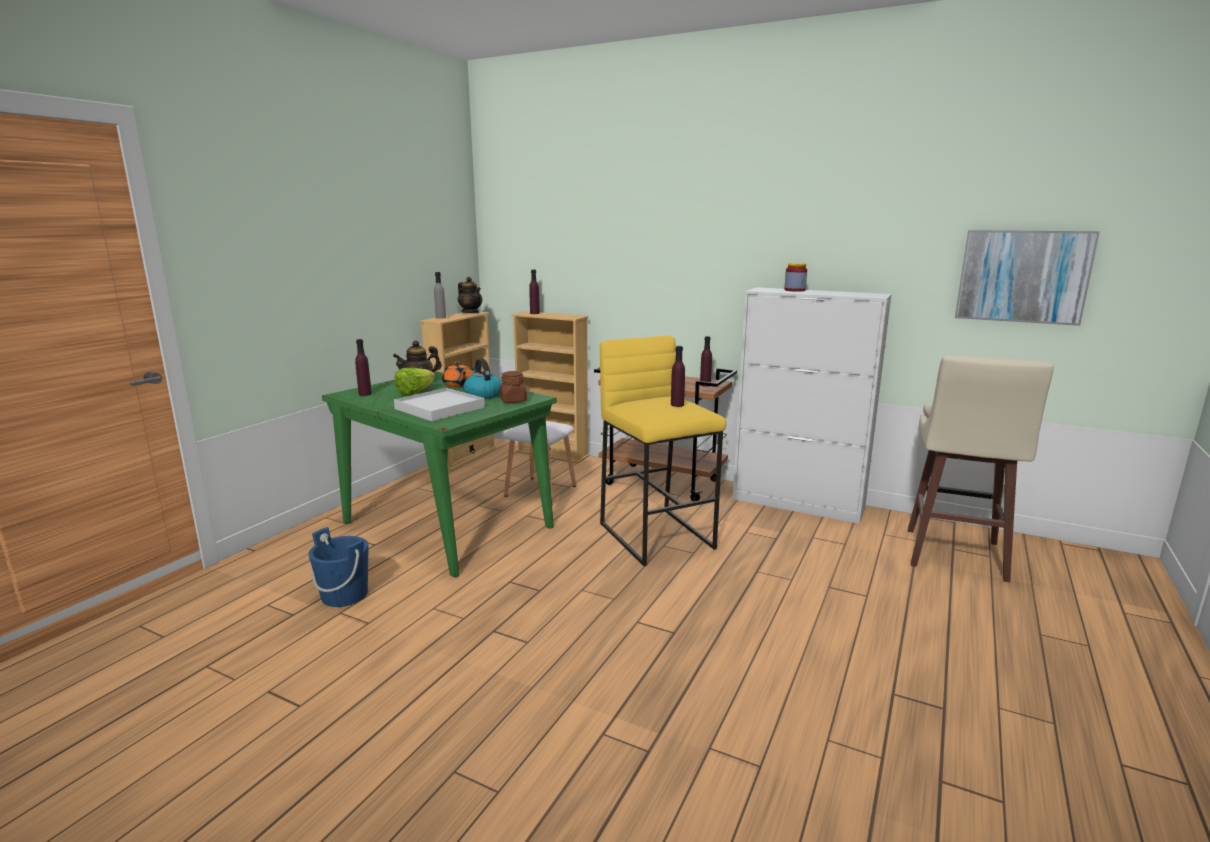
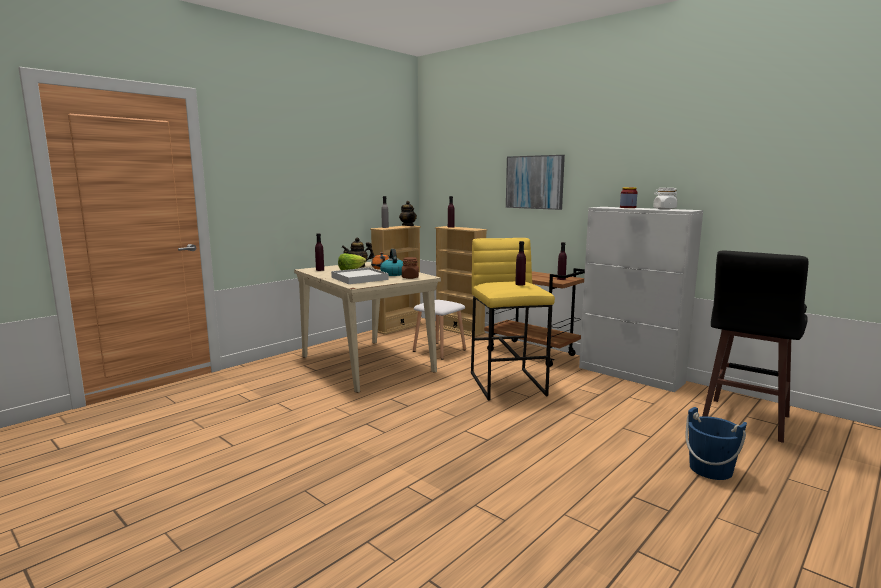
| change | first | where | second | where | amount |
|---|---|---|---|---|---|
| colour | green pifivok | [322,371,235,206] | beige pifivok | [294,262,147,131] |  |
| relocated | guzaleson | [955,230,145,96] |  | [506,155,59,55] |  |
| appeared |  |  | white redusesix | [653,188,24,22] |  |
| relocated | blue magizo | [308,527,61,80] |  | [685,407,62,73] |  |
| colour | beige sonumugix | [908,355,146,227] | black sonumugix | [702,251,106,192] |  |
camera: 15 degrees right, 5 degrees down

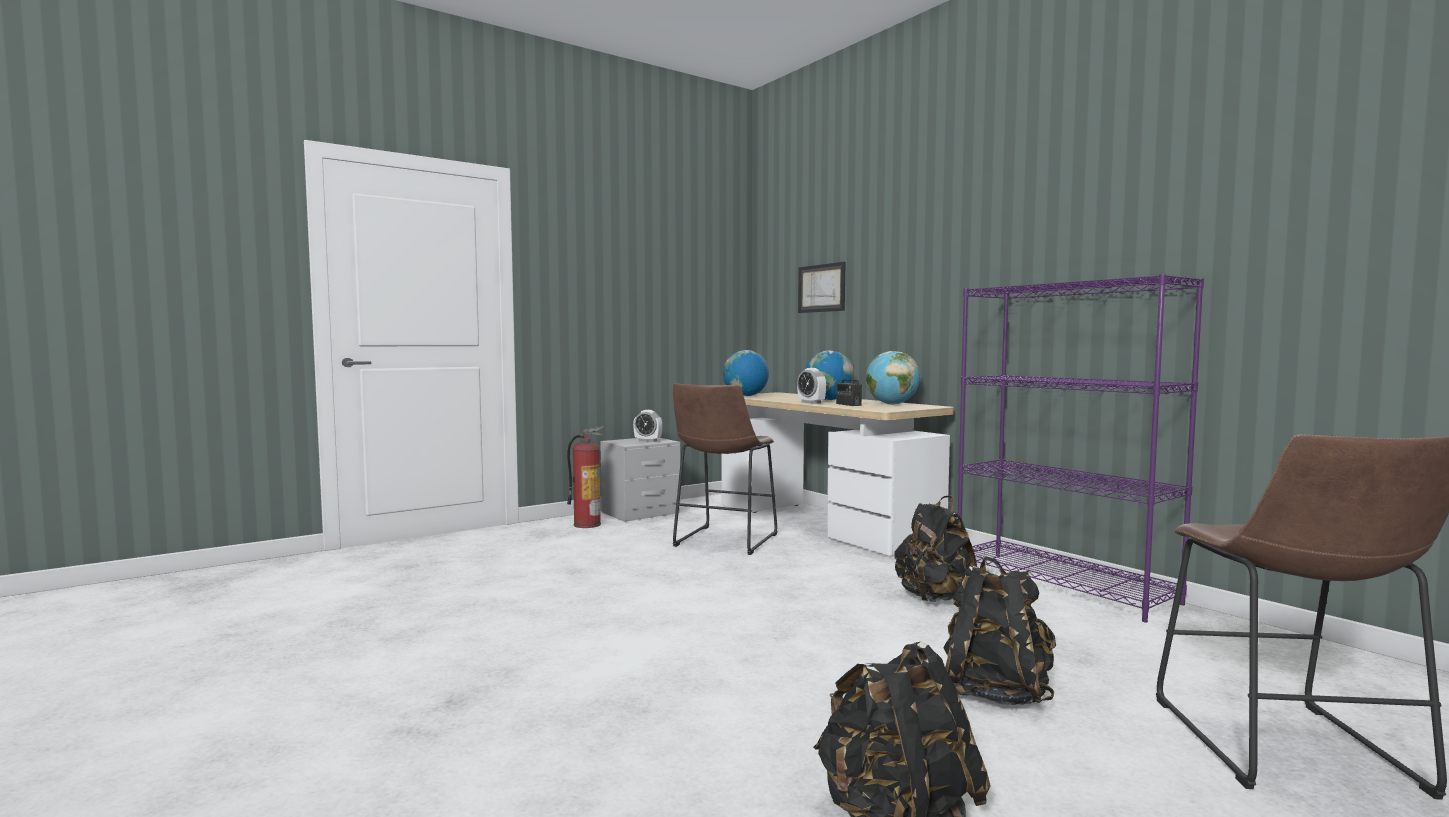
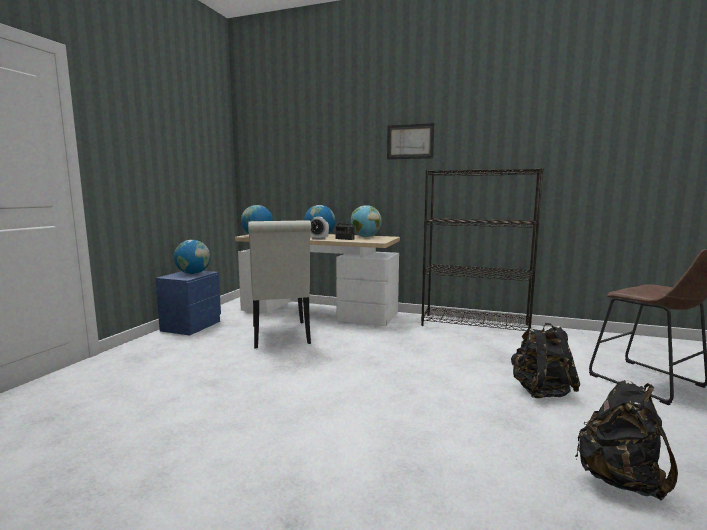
| change | first | where | second | where | amount |
|---|---|---|---|---|---|
| colour | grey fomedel | [600,438,81,84] | blue fomedel | [155,271,66,64] |  |
| exchanged | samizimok | [633,410,29,32] | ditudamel | [174,240,37,34] |  |
| exchanged | brown sonumugix | [673,384,104,171] | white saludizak | [248,220,63,128] |  |
| relocated | guzaleson | [798,262,48,51] |  | [387,123,47,36] |  |
| colour | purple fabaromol | [958,274,246,349] | black fabaromol | [421,168,123,163] |  |
| missing | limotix | [567,426,37,102] |  |  |  |
| missing | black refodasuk | [894,496,83,106] |  |  |  |
camera: 35 degrees left, 5 degrees up

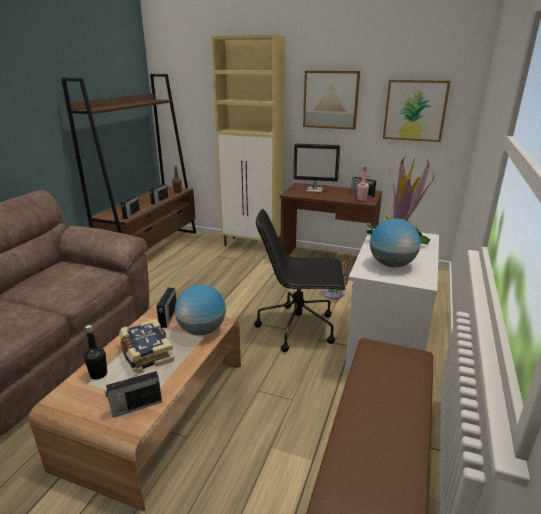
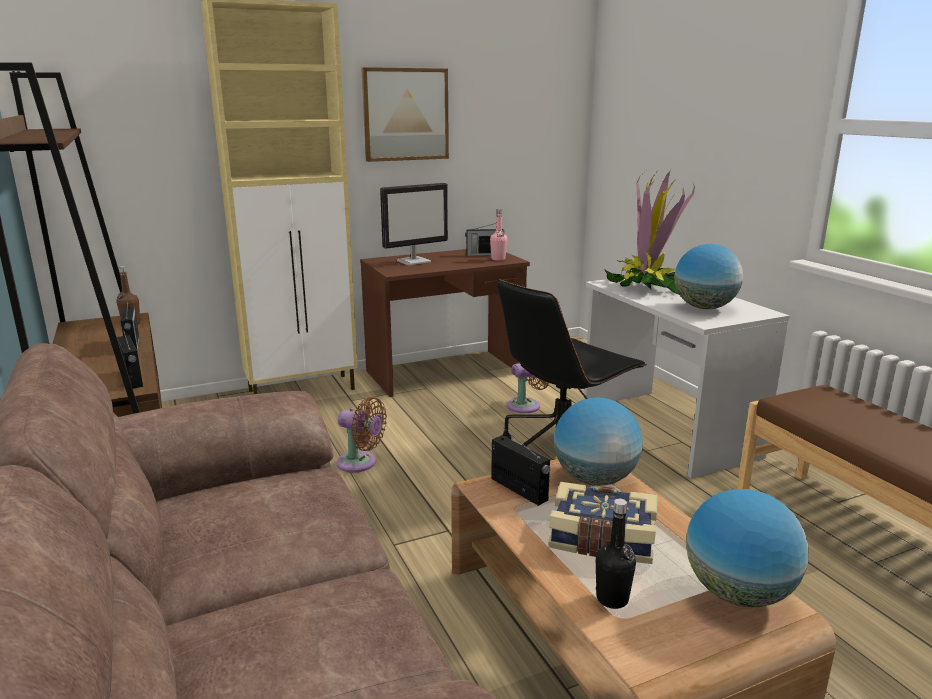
| change | first | where | second | where | amount |
|---|---|---|---|---|---|
| appeared |  |  | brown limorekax | [337,397,50,75] |  |
| exchanged | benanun | [105,371,57,47] | ditudamel | [686,489,122,118] |  |
| missing | guzaleson | [383,80,67,62] |  |  |  |
camera: 45 degrees left, 5 degrees down

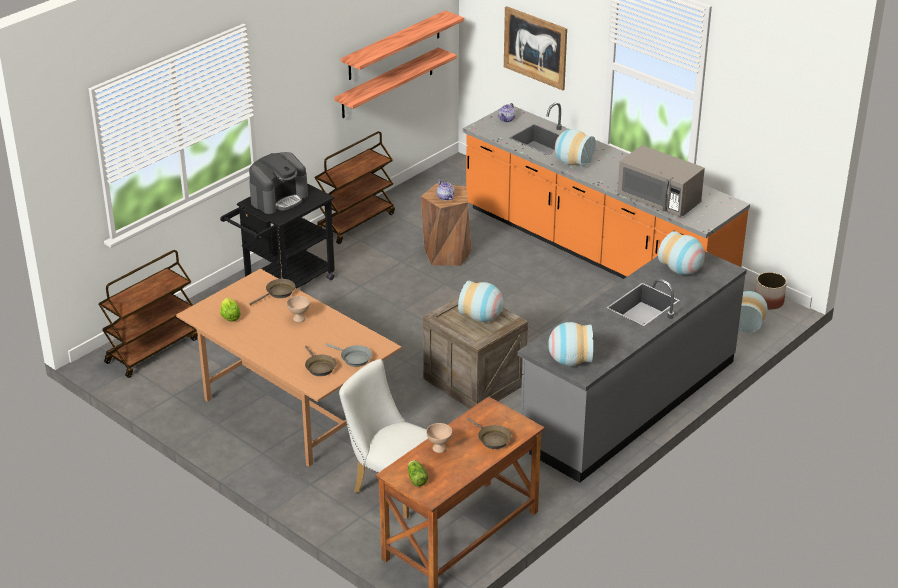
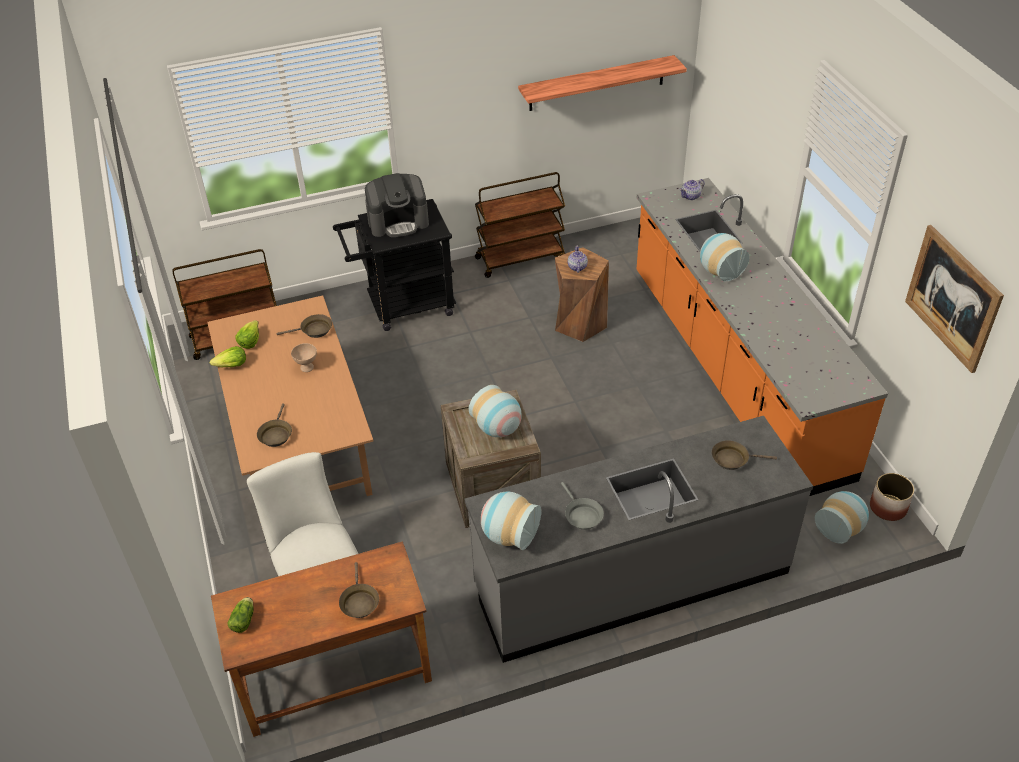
| change | first | where | second | where | amount |
|---|---|---|---|---|---|
| appeared |  |  | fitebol | [210,346,36,21] |  |
| relocated | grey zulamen | [326,343,46,24] |  | [561,482,43,48] |  |
| exchanged | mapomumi | [658,231,47,44] | brown zulamen | [712,441,65,29] |  |
| relocated | guzaleson | [504,6,63,85] |  | [905,225,99,148] |  |
| missing | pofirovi | [334,48,123,70] |  |  |  |
| missing | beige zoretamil | [426,423,26,30] |  |  |  |
| missing | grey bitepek | [617,145,88,72] |  |  |  |
camera: 30 degrees right, 10 degrees up

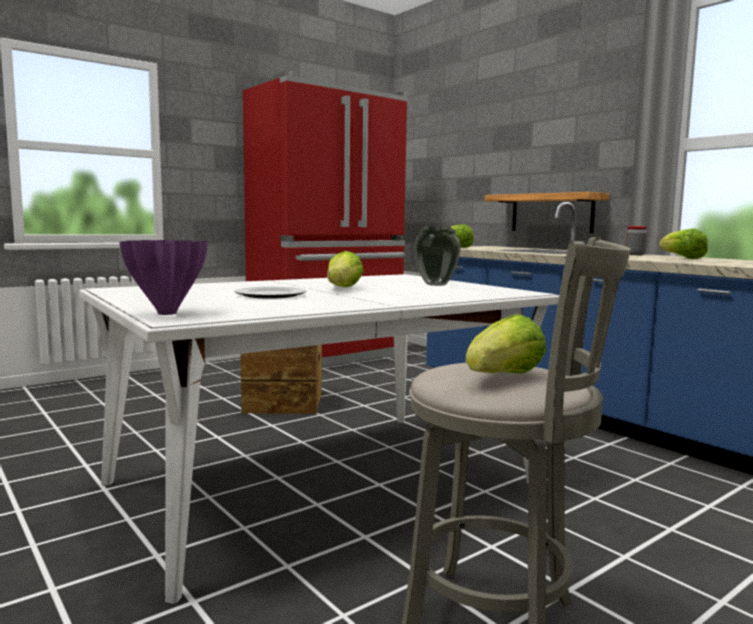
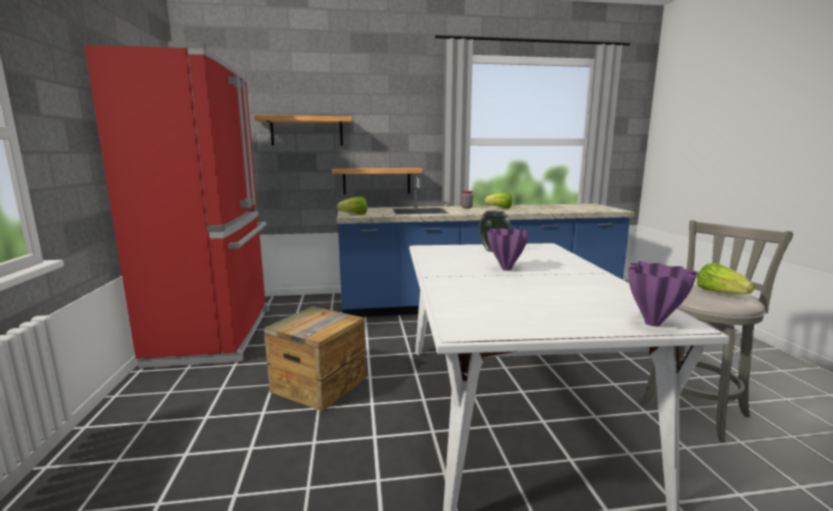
| change | first | where | second | where | amount |
|---|---|---|---|---|---|
| appeared |  |  | pofirovi | [254,115,98,30] |  |
| exchanged | fitebol | [327,251,37,36] | purple mapomumi | [487,228,42,43] |  |
| missing | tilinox | [234,286,73,13] |  |  |  |
camera: 60 degrees left, 5 degrees up

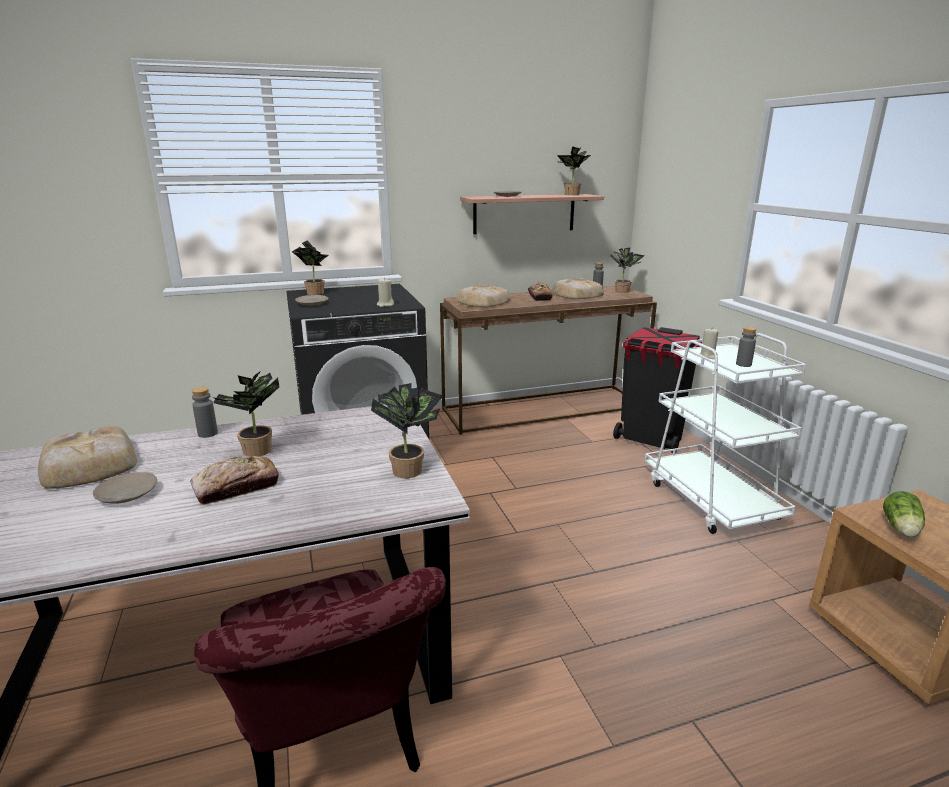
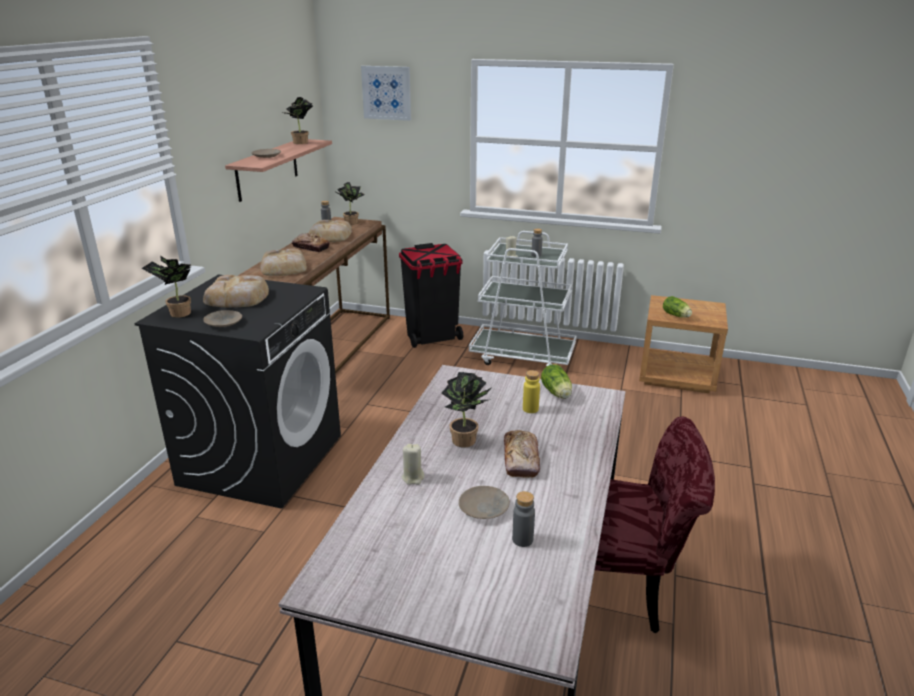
| change | first | where | second | where | amount |
|---|---|---|---|---|---|
| relocated | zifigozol | [38,426,99,63] |  | [203,275,66,32] |  |
| appeared |  |  | guzaleson | [361,66,50,55] |  |
| relocated | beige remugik | [377,278,17,29] |  | [402,444,23,41] |  |
| relocated | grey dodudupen | [192,387,26,51] |  | [512,491,23,56] |  |
| appeared |  |  | yellow dodudupen | [523,370,17,43] |  |
| exchanged | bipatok | [371,383,72,95] | fitebol | [541,364,31,35] |  |
camera: 55 degrees left, 5 degrees up

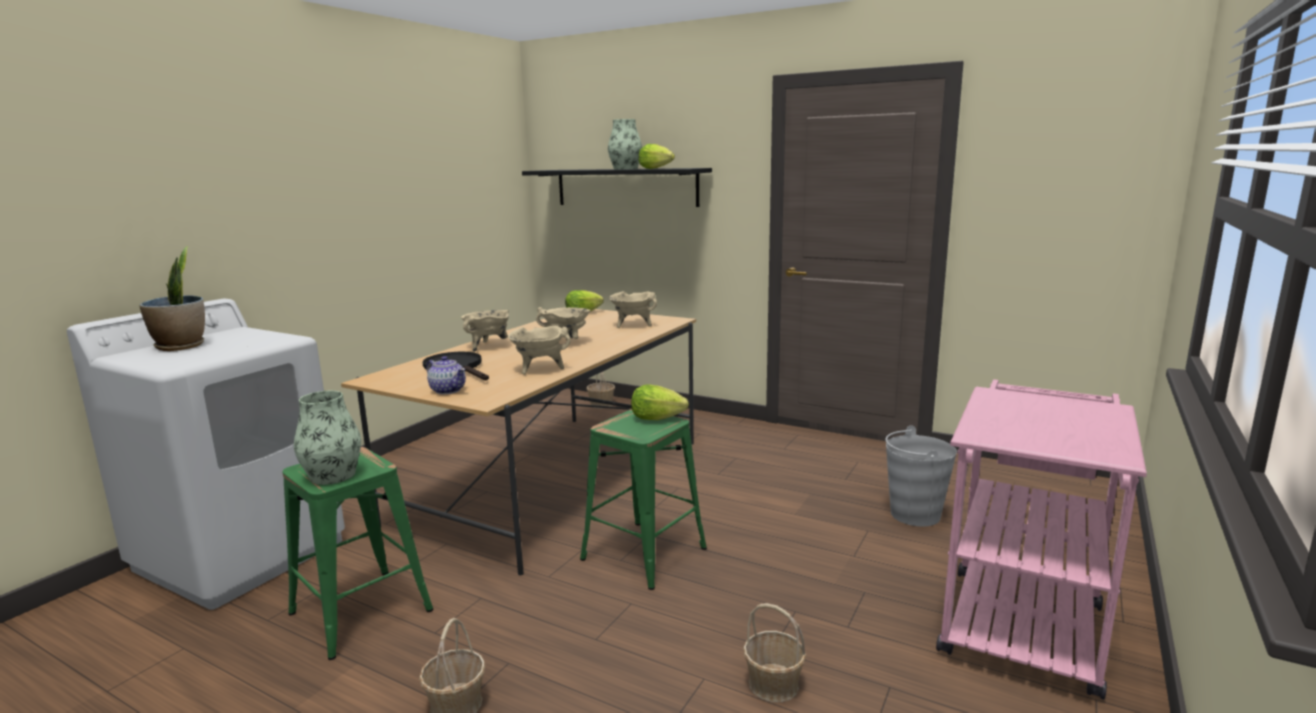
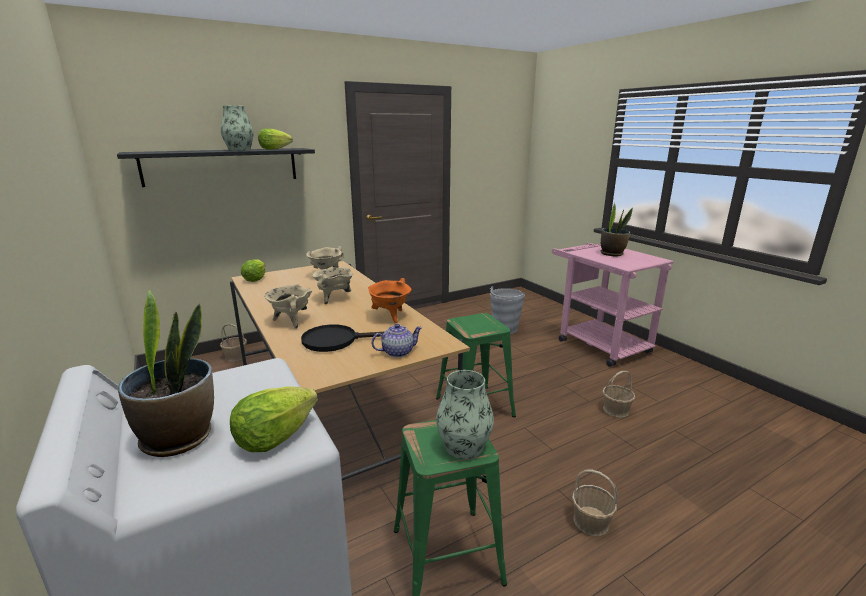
| change | first | where | second | where | amount |
|---|---|---|---|---|---|
| relocated | fitebol | [631,384,58,36] |  | [230,386,88,66] |  |
| colour | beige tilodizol | [508,326,62,49] | orange tilodizol | [368,278,44,45] |  |
| appeared |  |  | bipatok | [601,203,32,53] |  |
camera: 60 degrees left, 5 degrees up

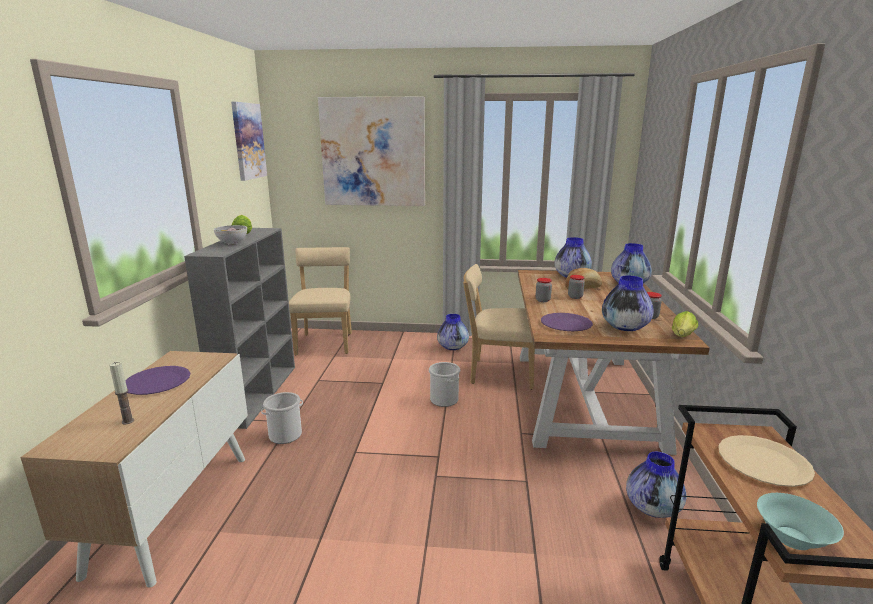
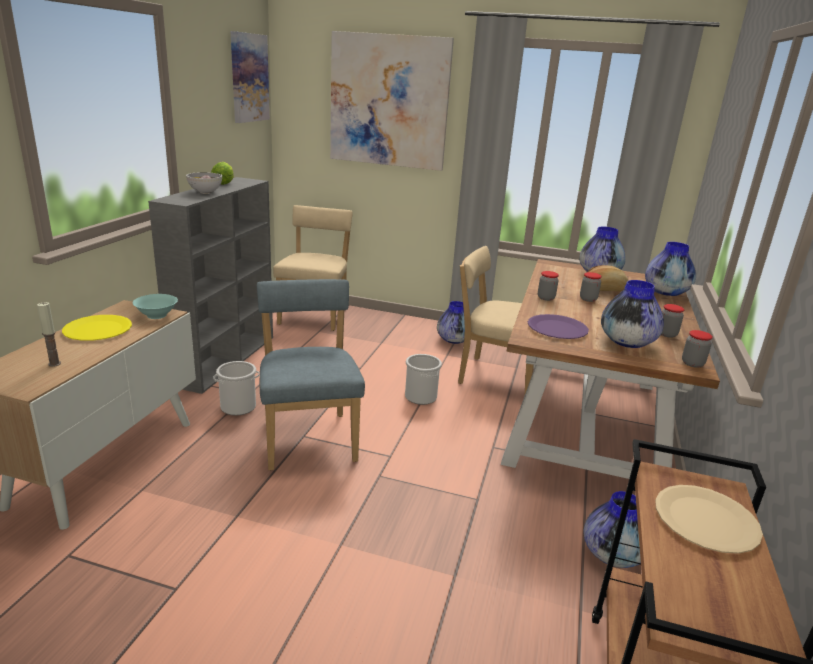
| change | first | where | second | where | amount |
|---|---|---|---|---|---|
| colour | purple tilinox | [125,366,65,29] | yellow tilinox | [62,315,70,26] |  |
| relocated | turquoise zoretamil | [757,493,87,57] |  | [133,294,45,25] |  |
| appeared |  |  | blue saludizak | [257,279,108,191] |  |
| exchanged | fitebol | [672,311,26,26] | redusesix | [682,330,31,38] |  |
camera: 10 degrees right, 5 degrees up

